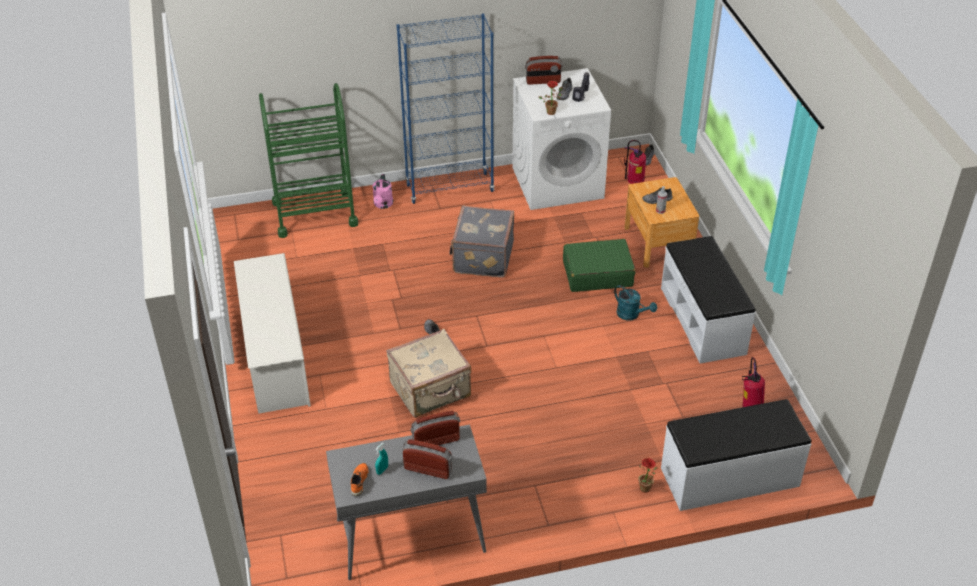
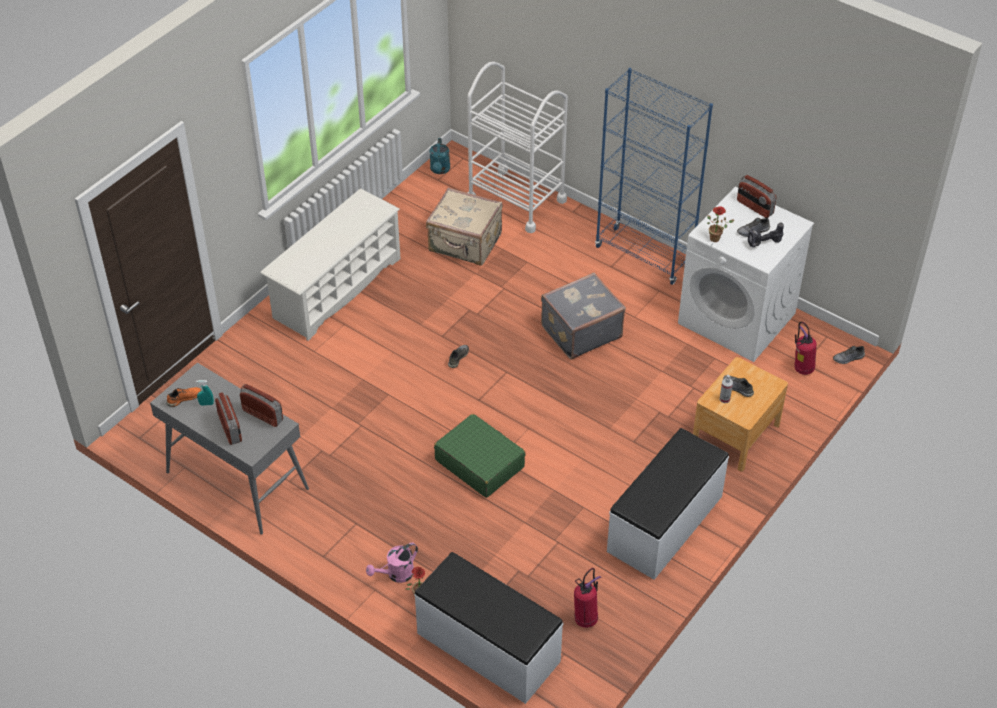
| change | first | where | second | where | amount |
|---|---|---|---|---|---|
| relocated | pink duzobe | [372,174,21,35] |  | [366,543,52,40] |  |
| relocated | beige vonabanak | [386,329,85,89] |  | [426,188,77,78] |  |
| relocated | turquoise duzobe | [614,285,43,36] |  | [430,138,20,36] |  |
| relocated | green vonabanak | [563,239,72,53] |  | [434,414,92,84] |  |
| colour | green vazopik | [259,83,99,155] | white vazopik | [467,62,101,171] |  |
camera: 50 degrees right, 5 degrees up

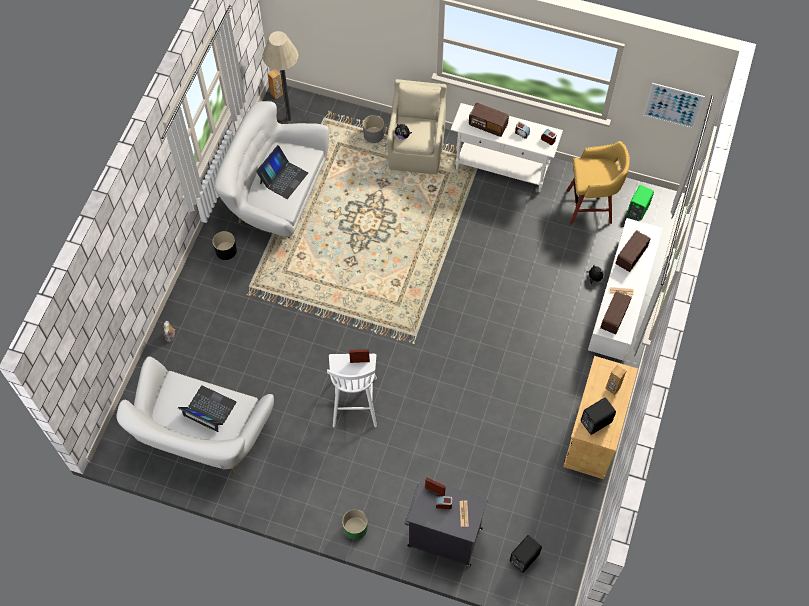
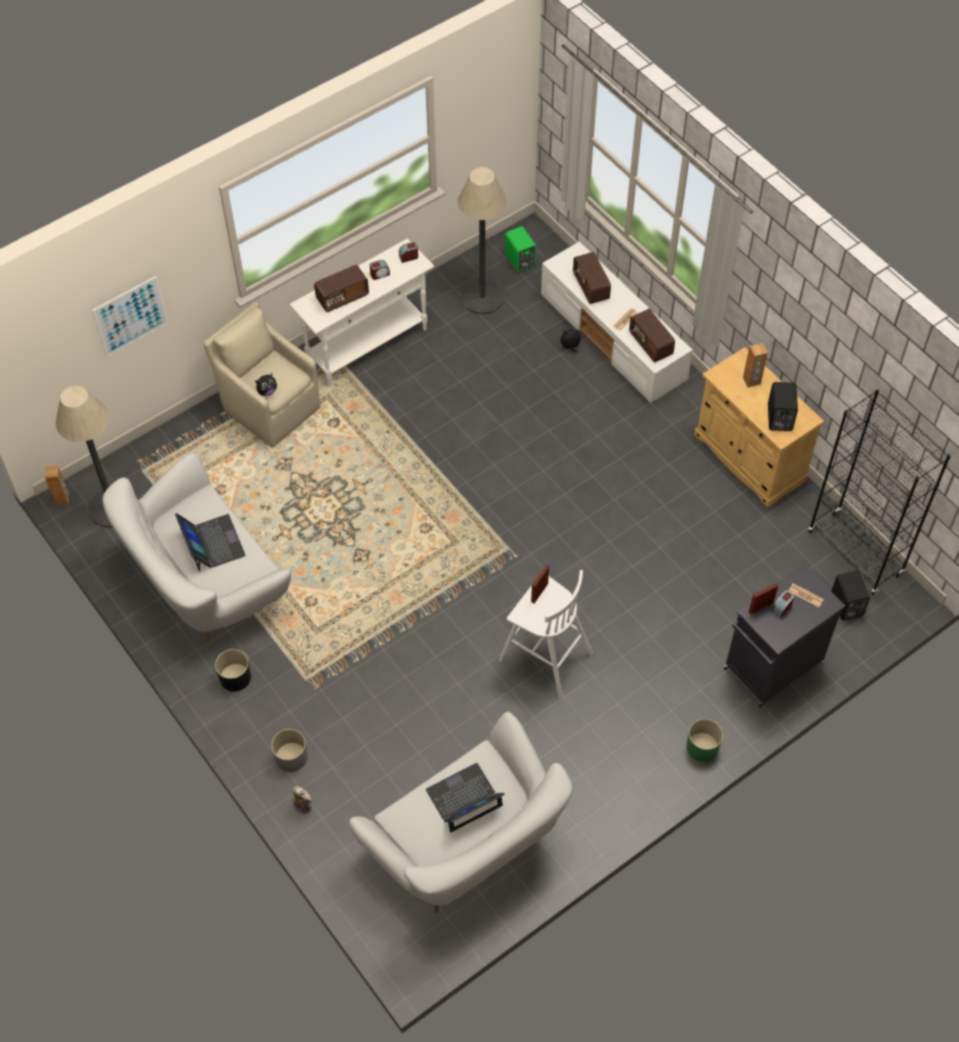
| change | first | where | second | where | amount |
|---|---|---|---|---|---|
| relocated | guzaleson | [643,83,62,46] |  | [92,276,77,81] |  |
| relocated | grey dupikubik | [363,115,21,28] |  | [271,729,37,43] |  |
| exchanged | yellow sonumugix | [567,141,63,84] | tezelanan | [458,167,48,147] |  |
| appeared |  |  | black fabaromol | [808,389,143,206] |  |
camera: 55 degrees left, 5 degrees down

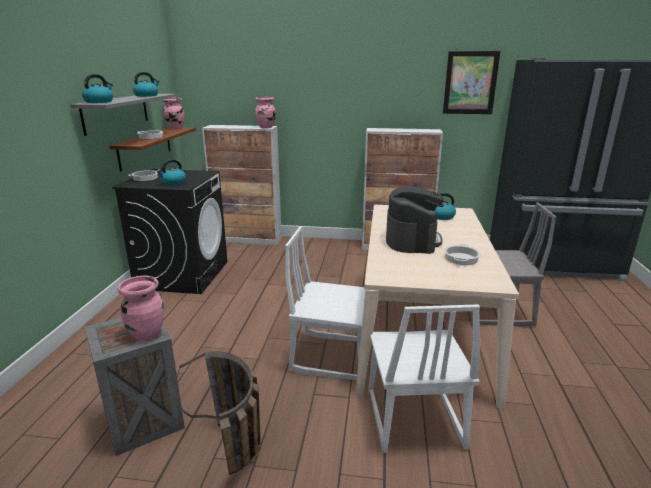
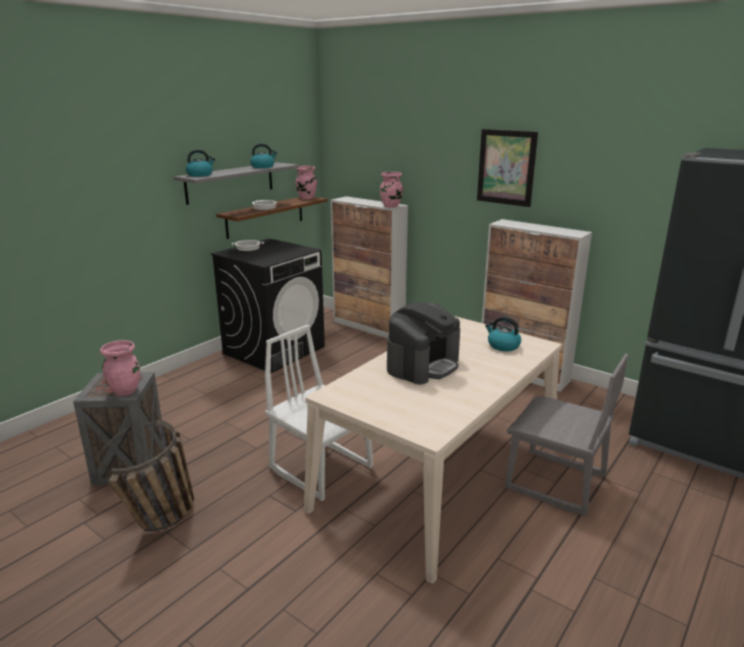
| change | first | where | second | where | amount |
|---|---|---|---|---|---|
| relocated | guzaleson | [443,51,58,63] |  | [477,129,61,78] |  |
| missing | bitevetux | [157,159,29,26] |  |  |  |
| missing | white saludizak | [369,304,111,149] |  |  |  |
| missing | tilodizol | [444,244,37,21] |  |  |  |
camera: 30 degrees right, 0 degrees up

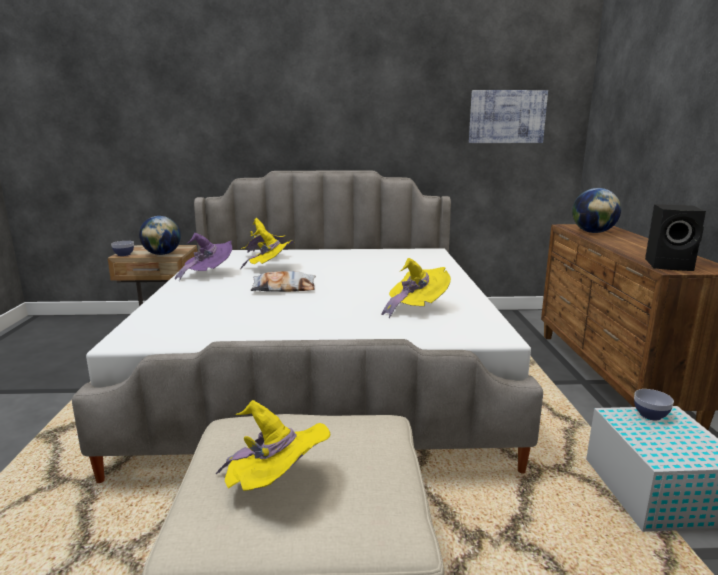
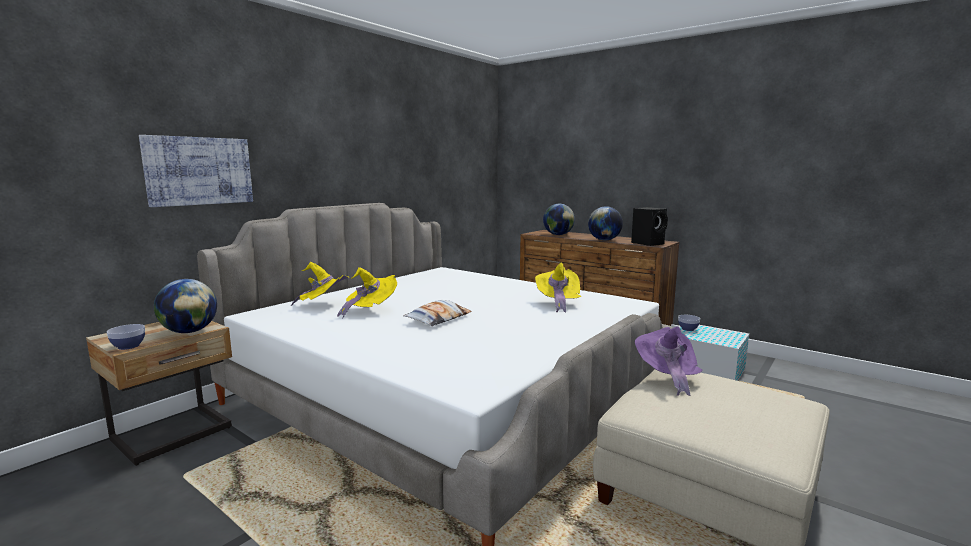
| change | first | where | second | where | amount |
|---|---|---|---|---|---|
| relocated | guzaleson | [469,90,79,53] |  | [139,135,114,72] |  |
| appeared |  |  | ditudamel | [588,206,35,34] |  |
| relocated | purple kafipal | [175,233,57,48] |  | [635,327,68,69] |  |
| missing | yellow kafipal | [216,400,114,91] |  |  |  |
camera: 50 degrees left, 5 degrees down

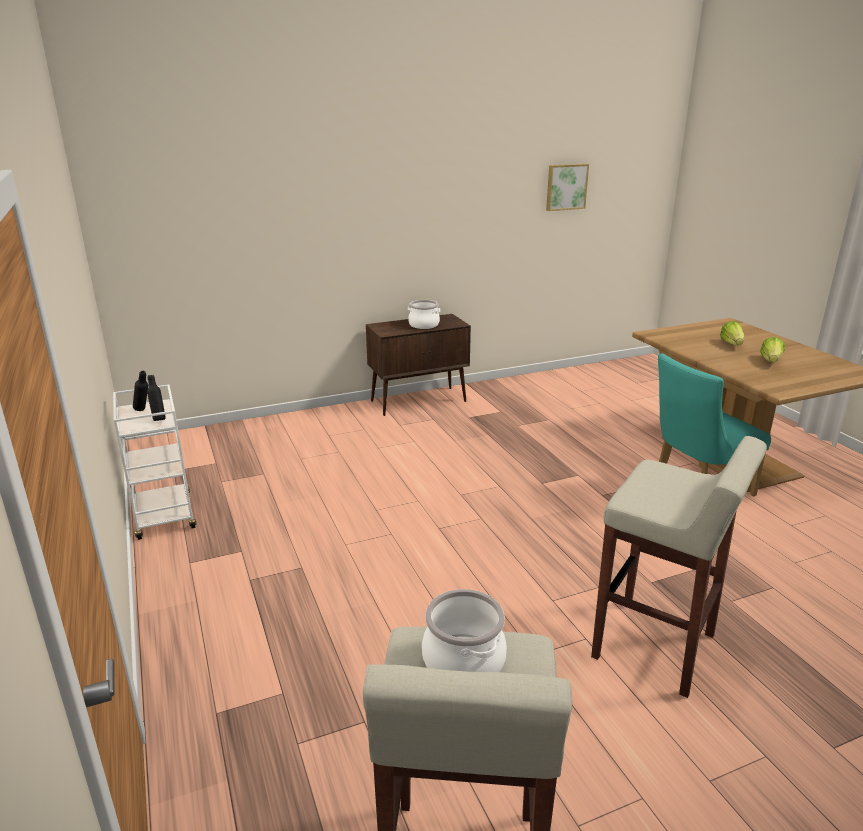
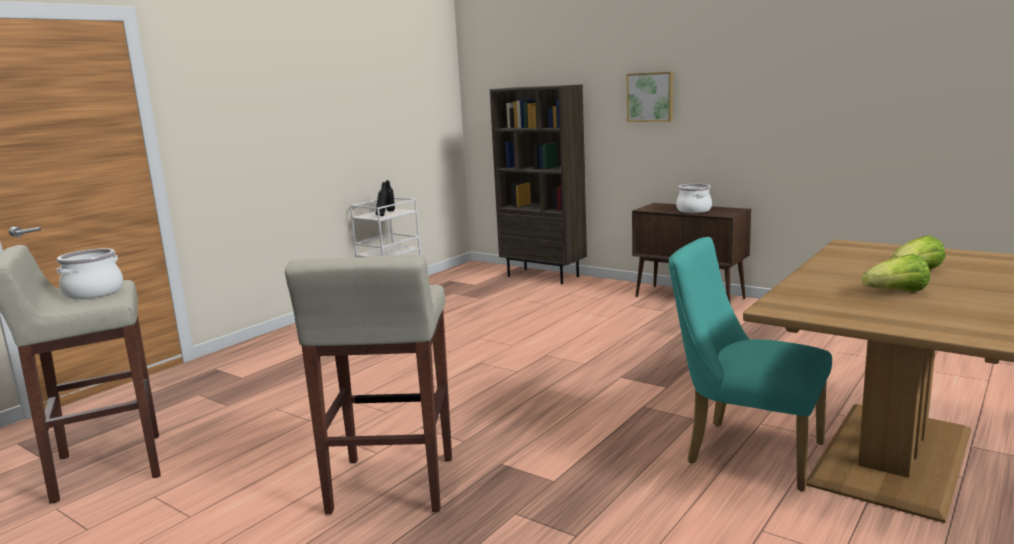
| change | first | where | second | where | amount |
|---|---|---|---|---|---|
| appeared |  |  | brown fabaromol | [490,84,97,200] |  |
| relocated | guzaleson | [546,164,43,47] |  | [627,72,46,50] |  |
camera: 60 degrees right, 10 degrees down

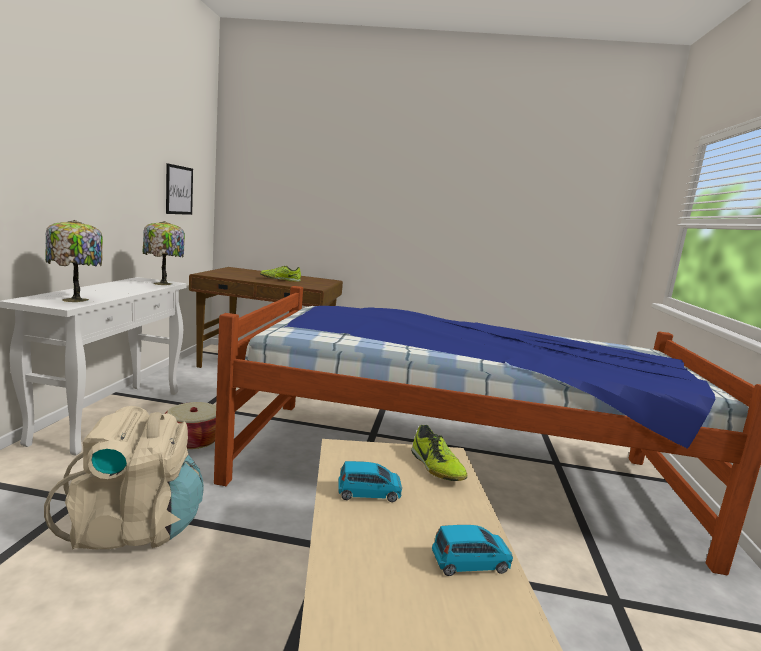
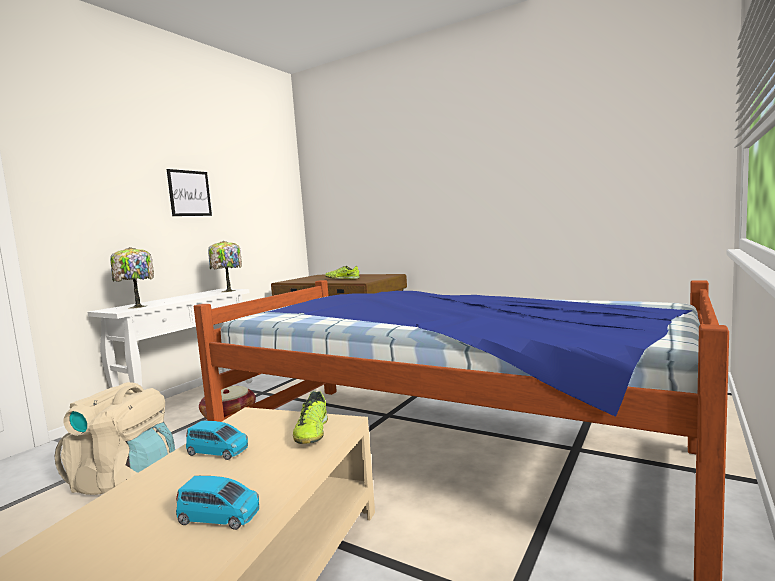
| change | first | where | second | where | amount |
|---|---|---|---|---|---|
| relocated | guzaleson | [166,163,27,52] |  | [167,169,45,47] |  |
camera: 25 degrees right, 5 degrees down

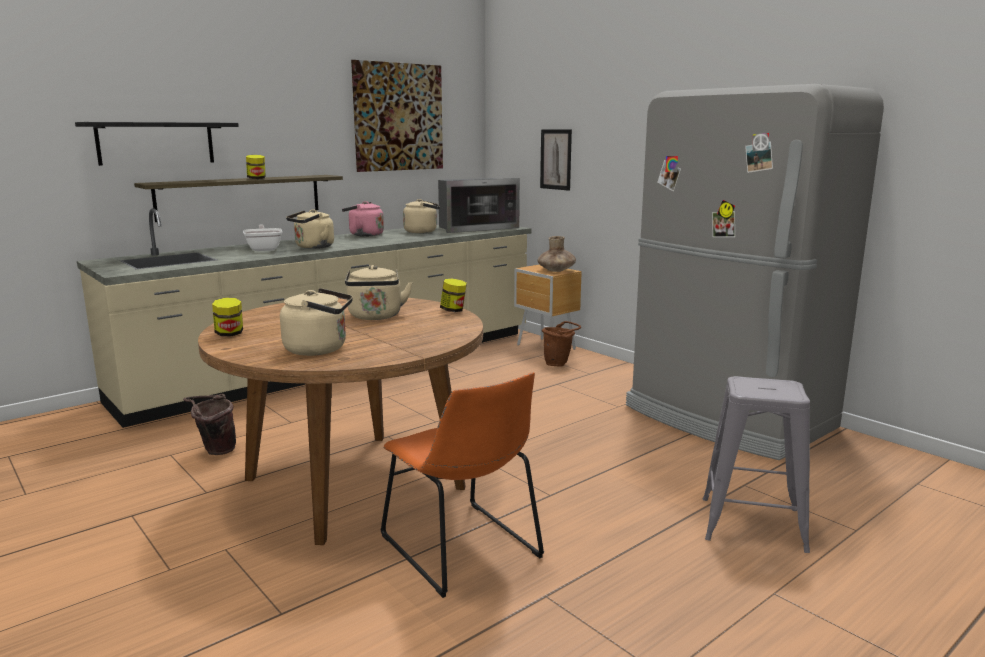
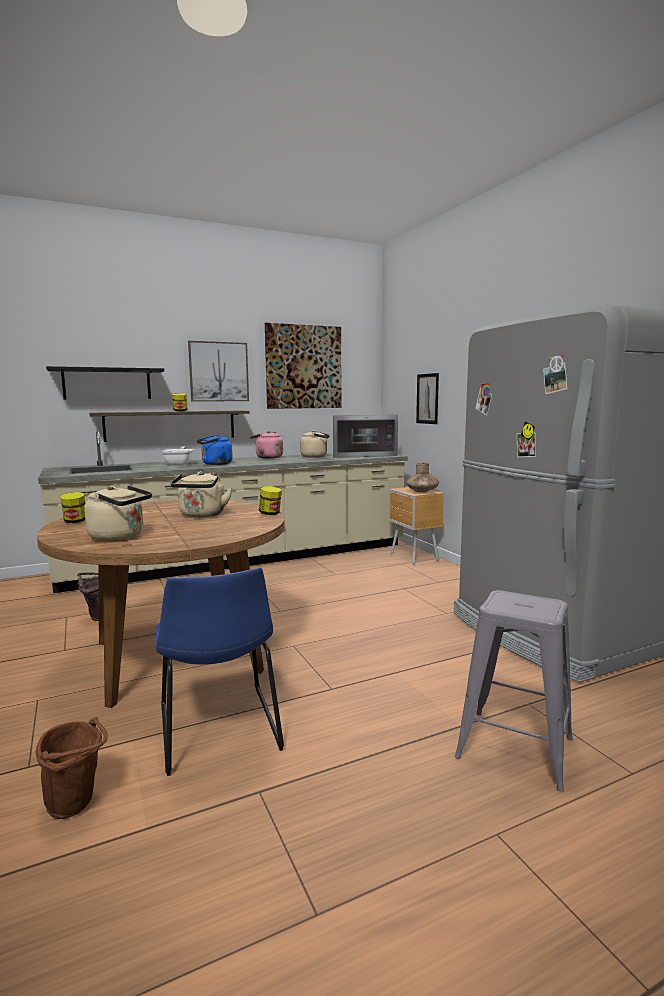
| change | first | where | second | where | amount |
|---|---|---|---|---|---|
| relocated | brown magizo | [542,321,39,45] |  | [35,717,73,102] |  |
| colour | orange saludizak | [380,372,164,226] | blue saludizak | [156,568,128,208] |  |
| appeared |  |  | guzaleson | [188,341,61,61] |  |
| colour | beige bitevetux | [286,209,48,40] | blue bitevetux | [197,435,36,30] |  |
camera: 15 degrees right, 5 degrees down

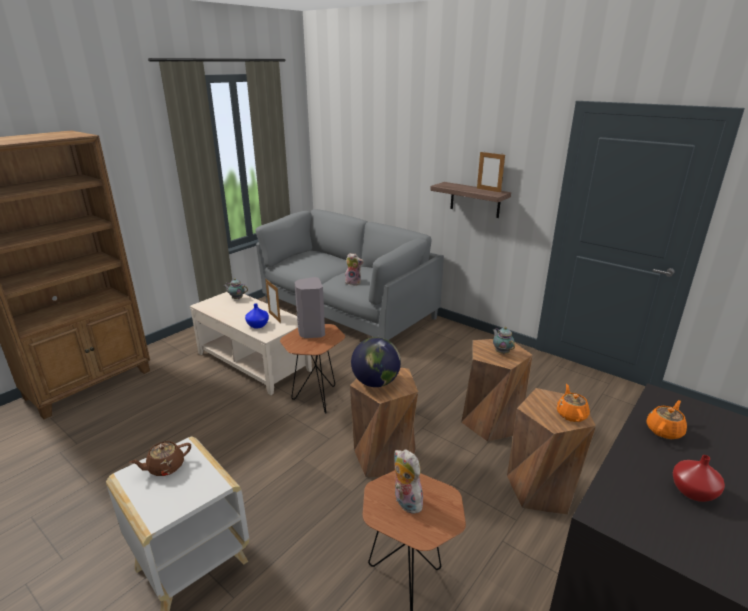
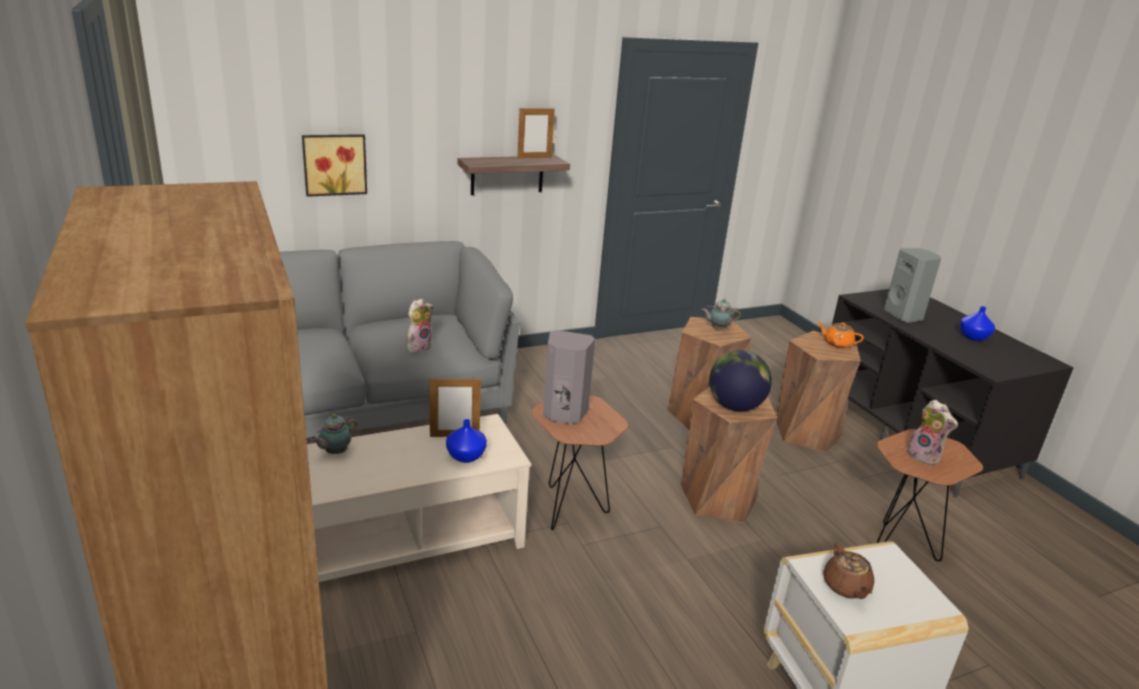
| change | first | where | second | where | amount |
|---|---|---|---|---|---|
| appeared |  |  | guzaleson | [302,134,65,63] |  |
| exchanged | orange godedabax | [646,400,41,39] | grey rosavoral | [884,248,57,75] |  |
| spun | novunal | [394,449,29,65] |  | [907,400,51,65] | 120 degrees counterclockwise |
| colour | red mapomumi | [673,455,52,47] | blue mapomumi | [960,306,35,35] |  |
camera: 65 degrees left, 0 degrees up

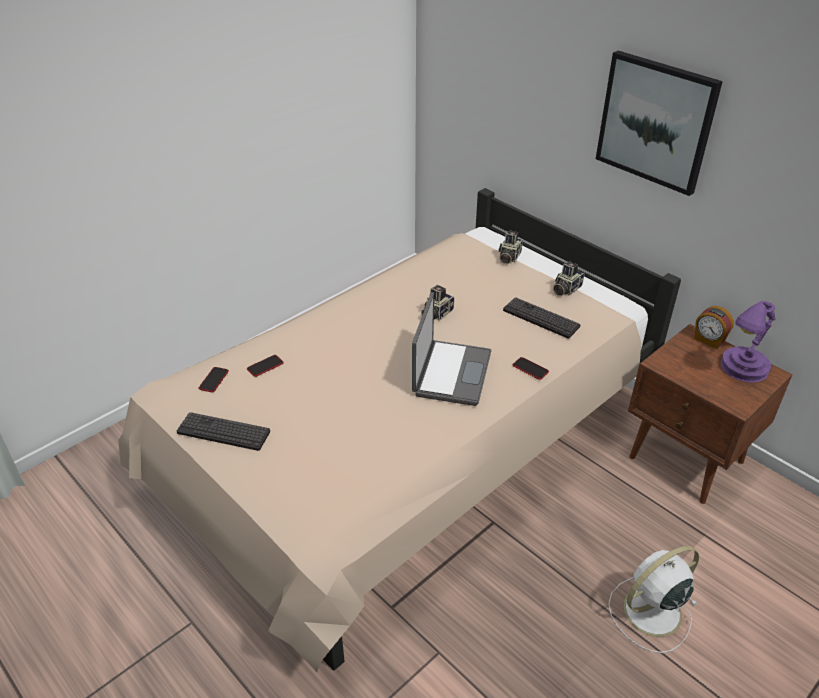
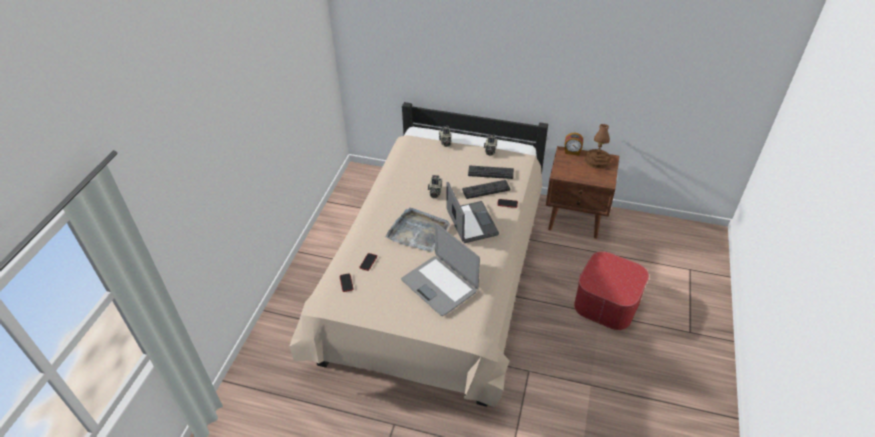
| change | first | where | second | where | amount |
|---|---|---|---|---|---|
| appeared |  |  | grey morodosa | [385,208,65,44] |  |
| appeared |  |  | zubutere | [401,223,79,93] |  |
| relocated | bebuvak | [177,412,93,39] |  | [462,180,48,19] |  |
| exchanged | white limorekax | [608,546,91,107] | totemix | [574,251,75,79] |  |
| colour | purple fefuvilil | [721,301,54,82] | brown fefuvilil | [584,124,27,45] |  |
| missing | guzaleson | [596,51,127,145] |  |  |  |
camera: 30 degrees left, 5 degrees up

